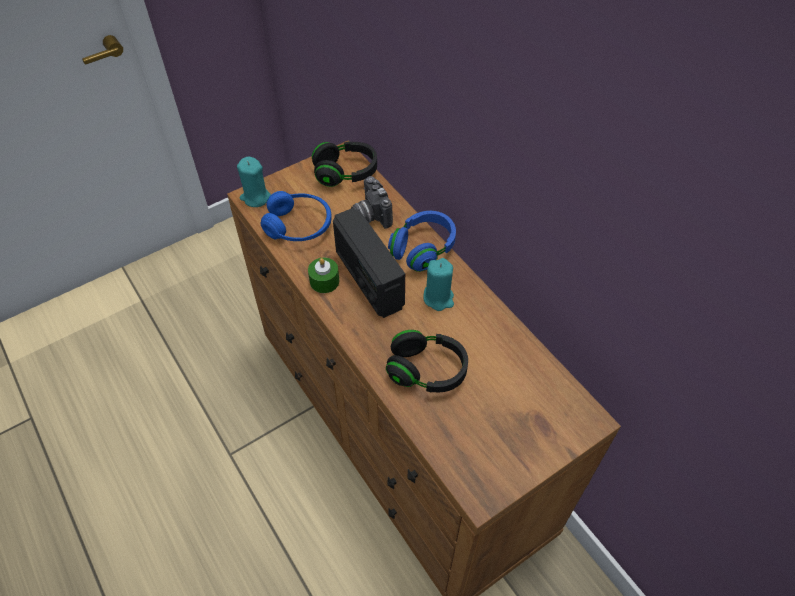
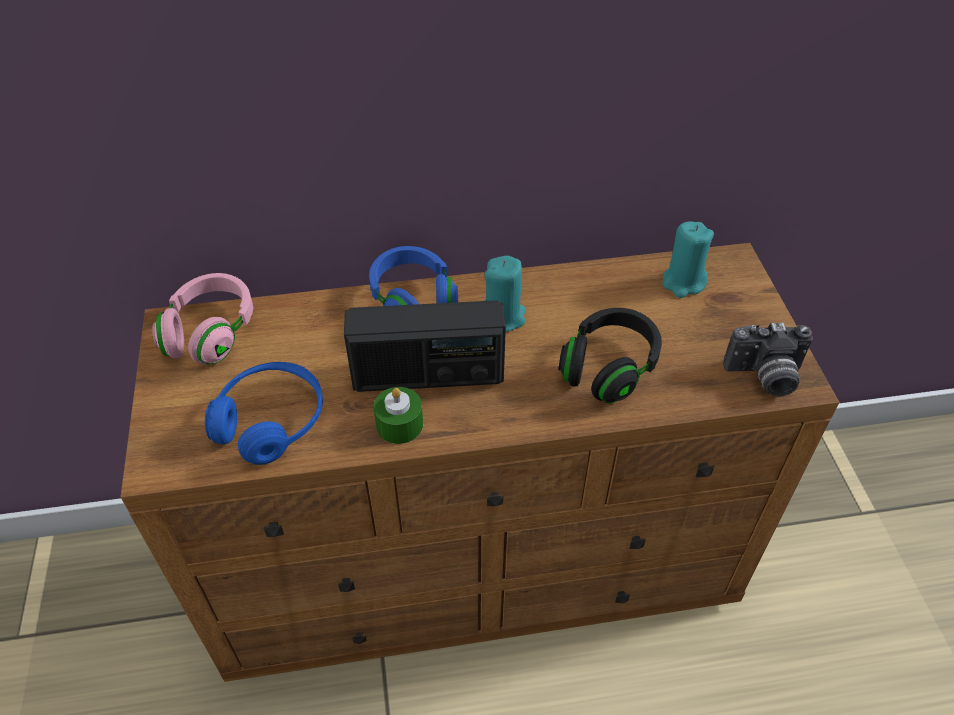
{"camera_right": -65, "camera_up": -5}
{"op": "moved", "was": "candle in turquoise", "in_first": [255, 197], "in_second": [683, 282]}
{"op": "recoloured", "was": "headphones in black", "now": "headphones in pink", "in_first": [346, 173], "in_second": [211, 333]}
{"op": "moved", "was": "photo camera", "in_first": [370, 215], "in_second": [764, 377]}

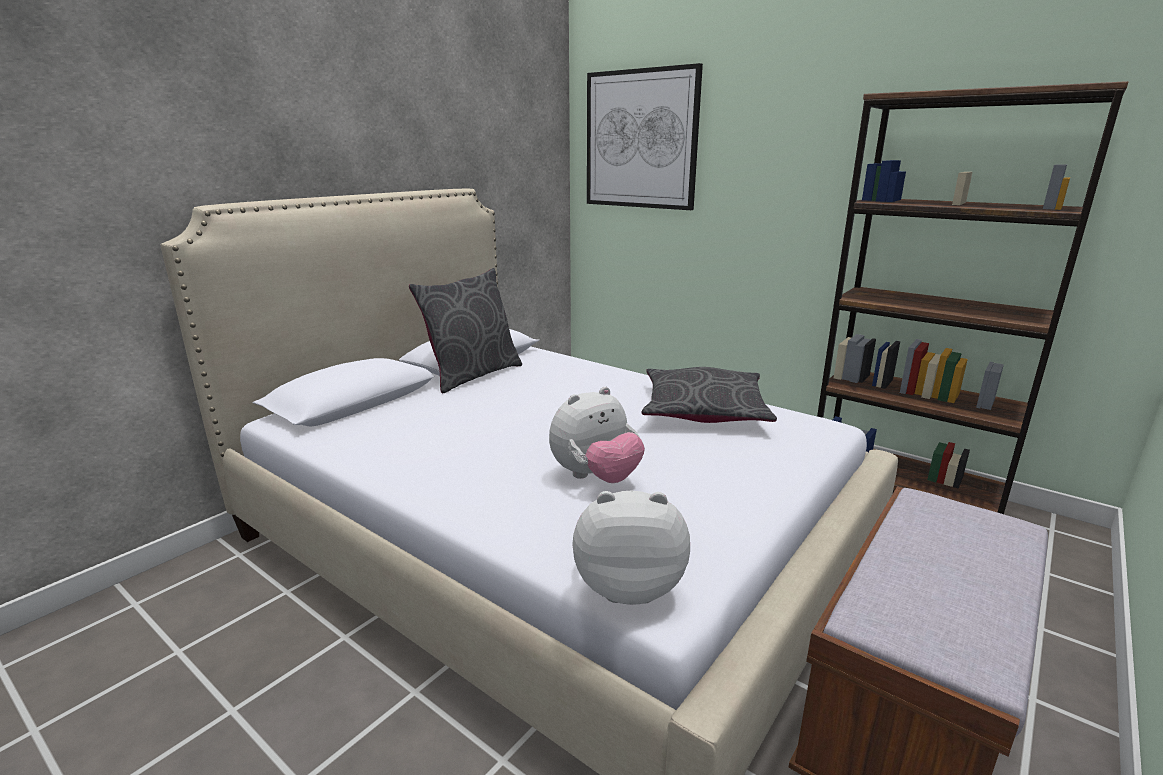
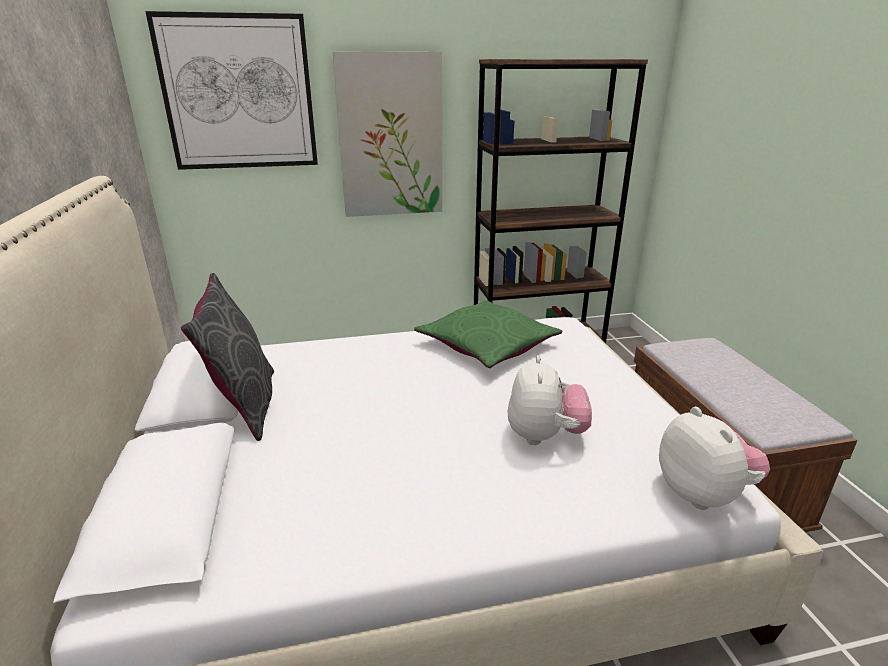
{"camera_right": -50, "camera_up": 5}
{"op": "turned", "was": "plush toy", "in_first": [628, 585], "in_second": [703, 494], "clockwise": 120}
{"op": "recoloured", "was": "pillow in grey", "now": "pillow in green", "in_first": [703, 410], "in_second": [487, 345]}
{"op": "added", "now": "picture", "in_second": [391, 137]}

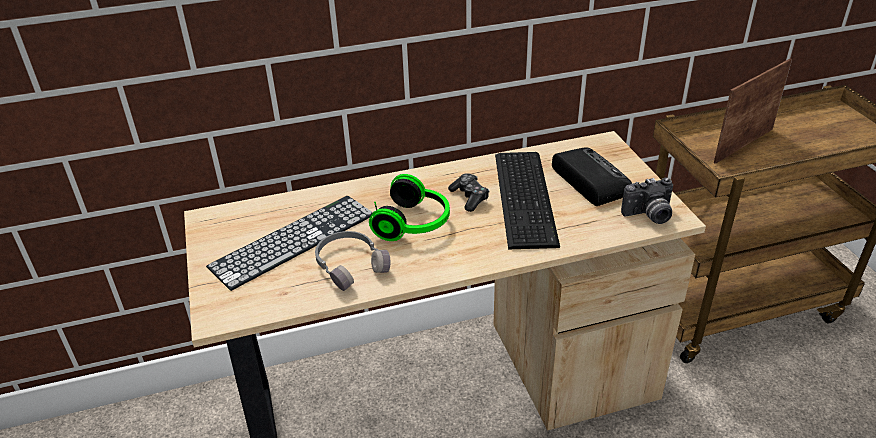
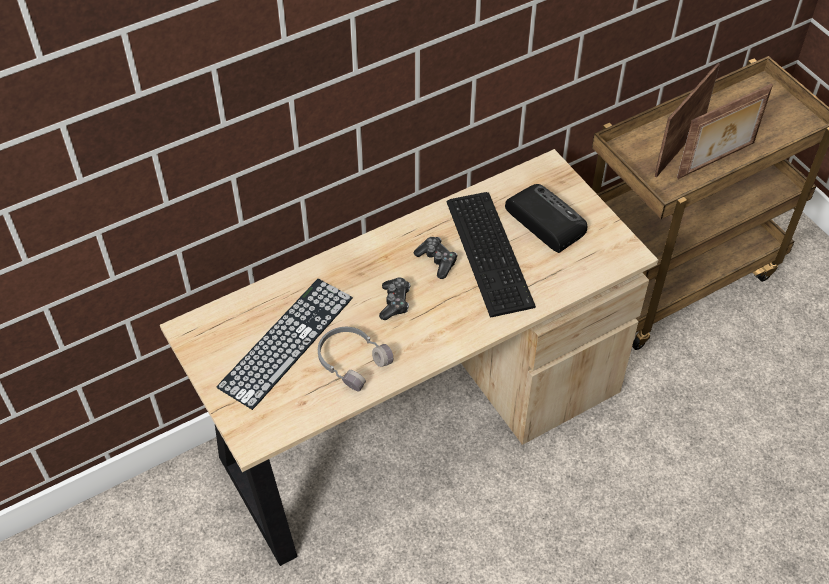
{"camera_right": -15, "camera_up": 15}
{"op": "replaced", "was": "headphones", "now": "game controller", "in_first": [414, 224], "in_second": [395, 302]}
{"op": "removed", "was": "photo camera", "in_first": [649, 216]}
{"op": "added", "now": "picture frame", "in_second": [717, 161]}

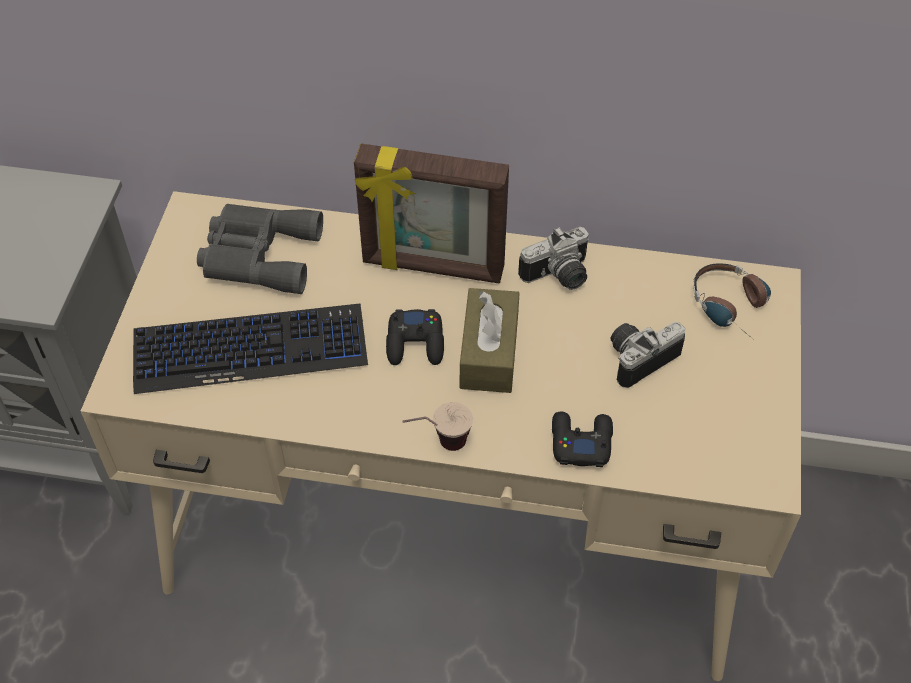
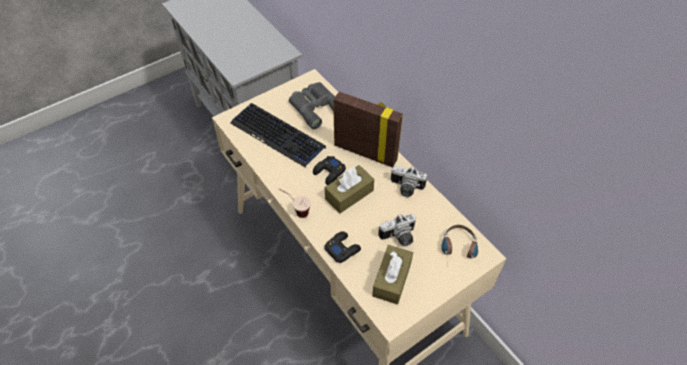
{"camera_right": 45, "camera_up": 0}
{"op": "turned", "was": "picture frame", "in_first": [432, 267], "in_second": [366, 152], "clockwise": 150}
{"op": "turned", "was": "photo camera", "in_first": [638, 356], "in_second": [399, 238], "clockwise": 150}
{"op": "added", "now": "tissue box in brown", "in_second": [392, 279]}

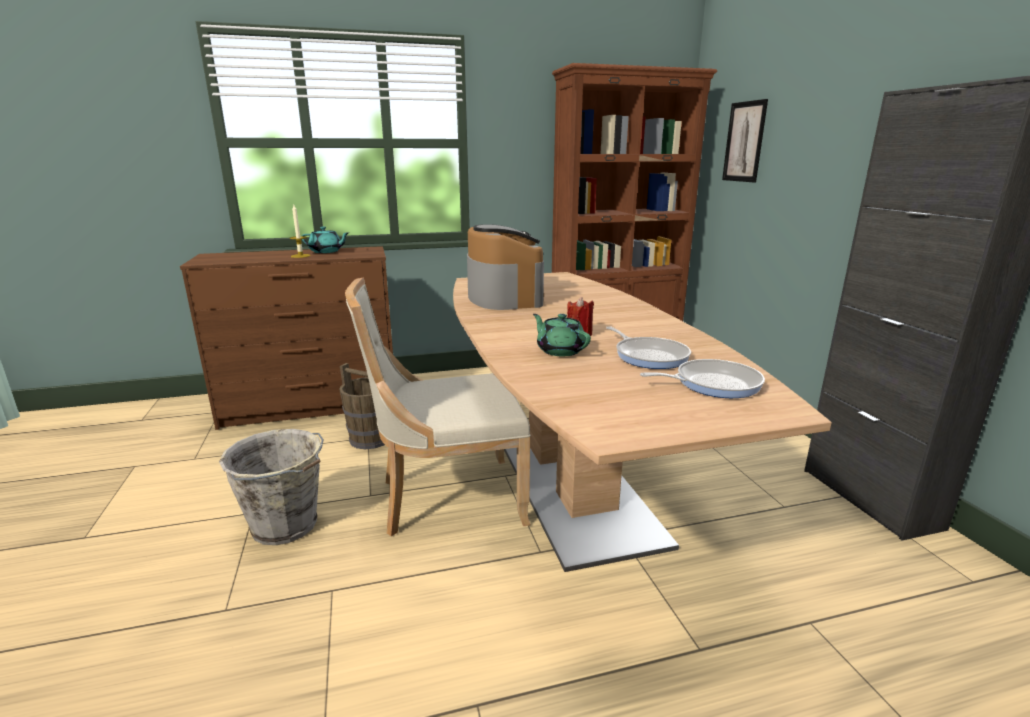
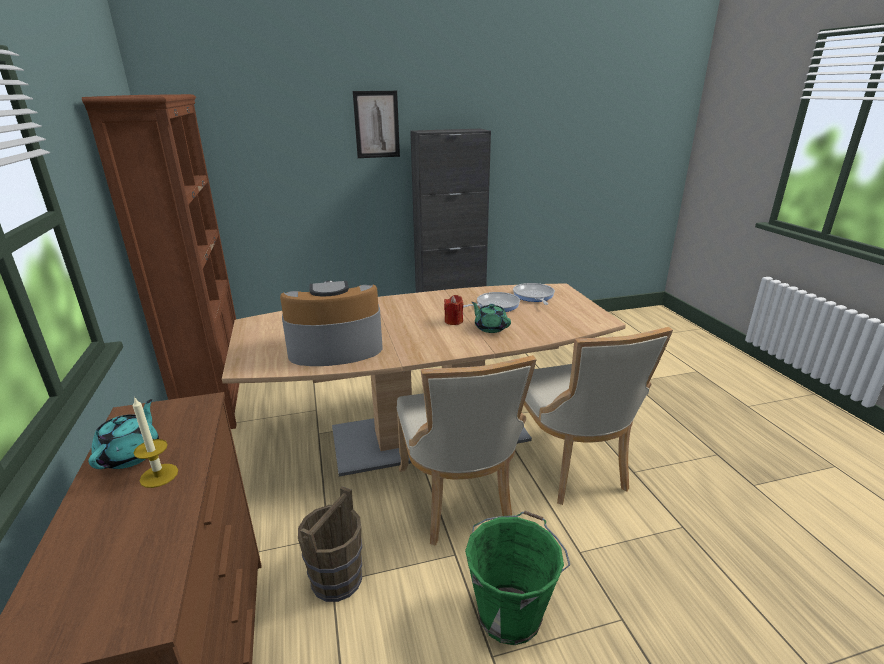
{"camera_right": -90, "camera_up": 5}
{"op": "recoloured", "was": "bucket in grey", "now": "bucket in green", "in_first": [286, 526], "in_second": [511, 612]}
{"op": "turned", "was": "teapot in green", "in_first": [560, 350], "in_second": [490, 328], "clockwise": 90}
{"op": "moved", "was": "picture", "in_first": [744, 142], "in_second": [376, 124]}
{"op": "added", "now": "chair in beige", "in_second": [571, 466]}

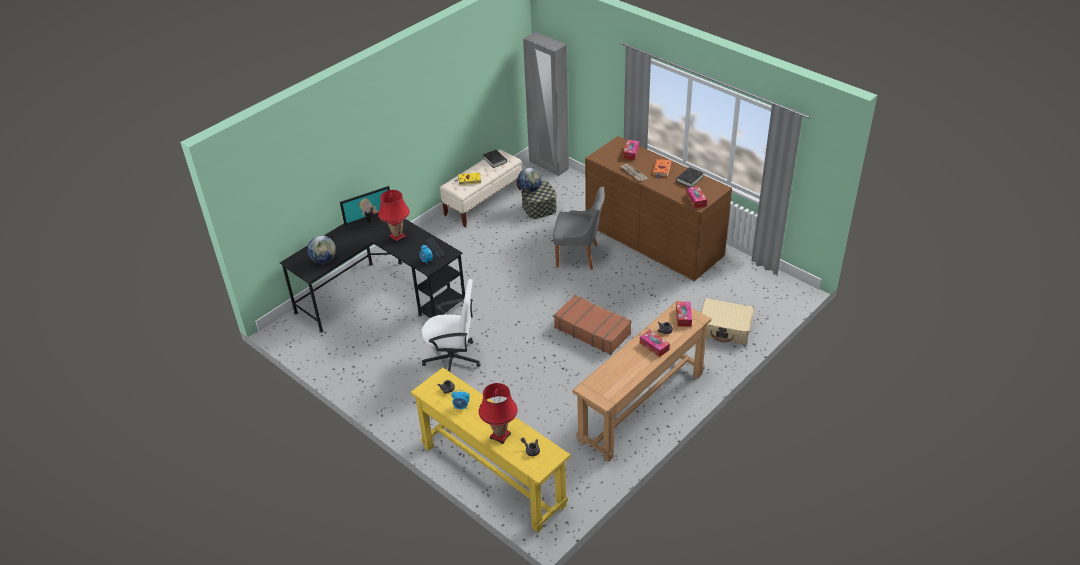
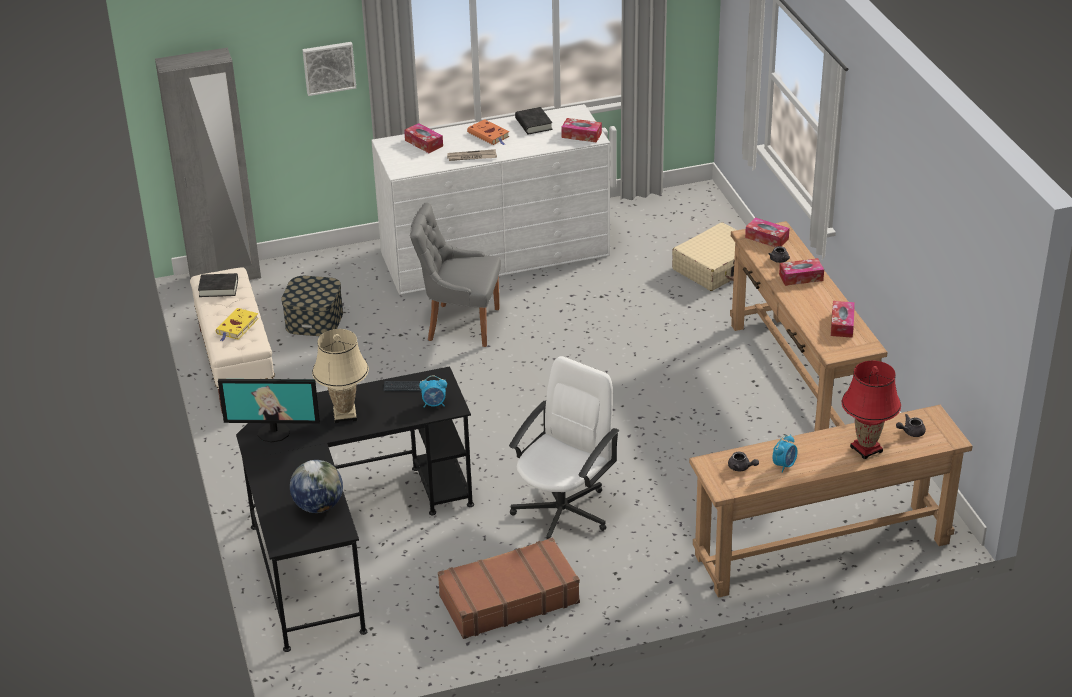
{"camera_right": -60, "camera_up": -5}
{"op": "turned", "was": "monitor", "in_first": [369, 222], "in_second": [274, 432], "clockwise": 90}
{"op": "recoloured", "was": "table lamp in red", "now": "table lamp in beige", "in_first": [397, 237], "in_second": [344, 415]}
{"op": "recoloured", "was": "console table in yellow", "now": "console table in brown", "in_first": [493, 475], "in_second": [822, 549]}
{"op": "removed", "was": "globe", "in_first": [530, 189]}
{"op": "turned", "was": "chair in grey", "in_first": [579, 256], "in_second": [460, 324], "clockwise": -120}
{"op": "moved", "was": "suitcase in brown", "in_first": [592, 330], "in_second": [508, 599]}
{"op": "recoloured", "was": "dresser in brown", "now": "dresser in white", "in_first": [653, 239], "in_second": [495, 254]}
{"op": "added", "now": "picture", "in_second": [329, 67]}
{"op": "added", "now": "tissue box", "in_second": [842, 324]}

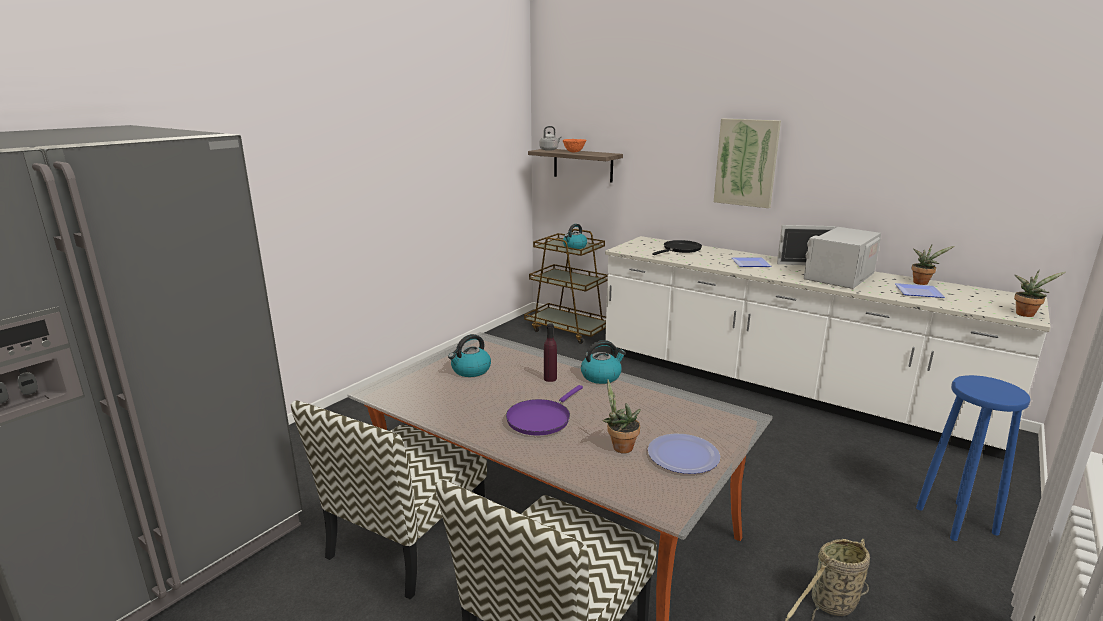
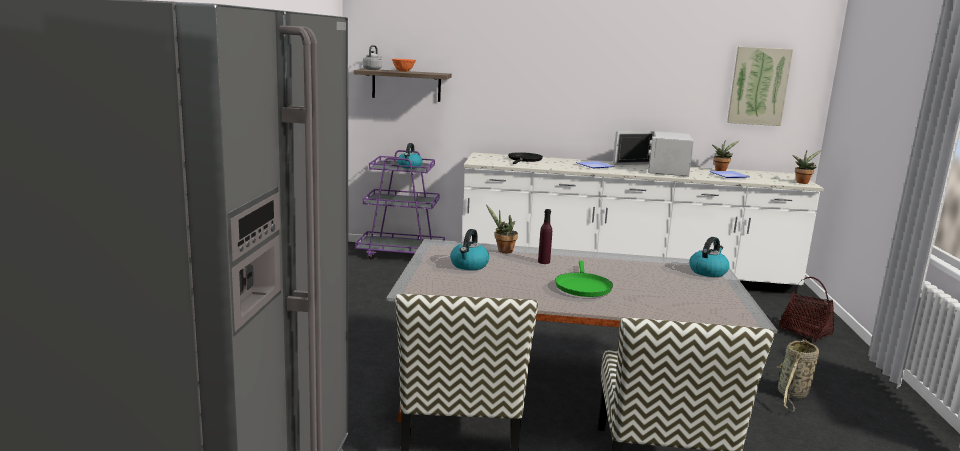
{"camera_right": -30, "camera_up": -5}
{"op": "recoloured", "was": "frying pan in purple", "now": "frying pan in green", "in_first": [541, 419], "in_second": [582, 287]}
{"op": "recoloured", "was": "cart in brown", "now": "cart in purple", "in_first": [568, 330], "in_second": [401, 254]}
{"op": "moved", "was": "kettle", "in_first": [601, 376], "in_second": [708, 272]}
{"op": "moved", "was": "potted plant", "in_first": [620, 446], "in_second": [502, 251]}
{"op": "removed", "was": "plate", "in_first": [683, 455]}
{"op": "moved", "was": "picture", "in_first": [746, 162], "in_second": [758, 86]}
{"op": "replaced", "was": "stool in blue", "now": "basket", "in_first": [955, 520], "in_second": [805, 332]}

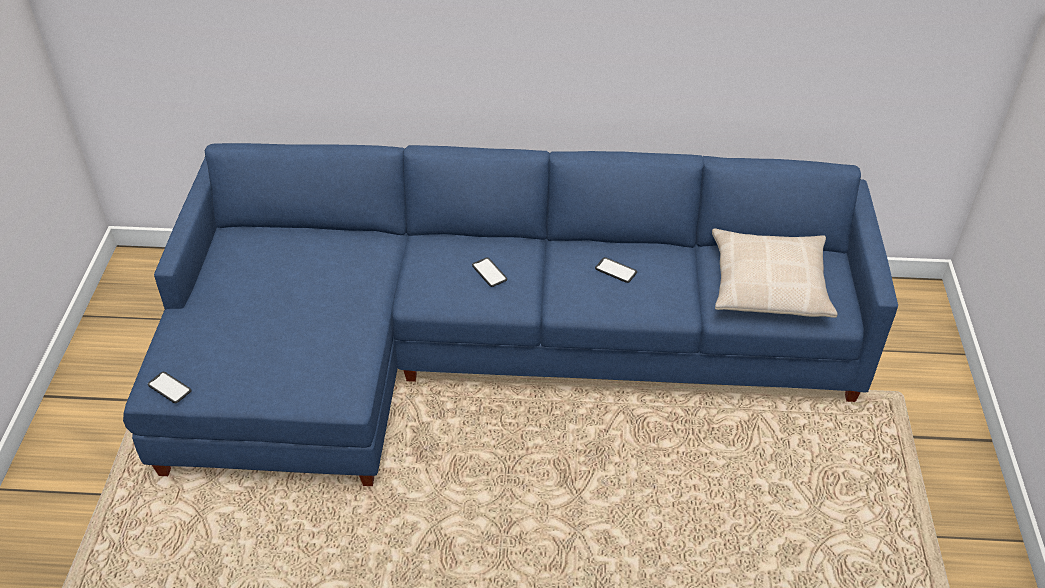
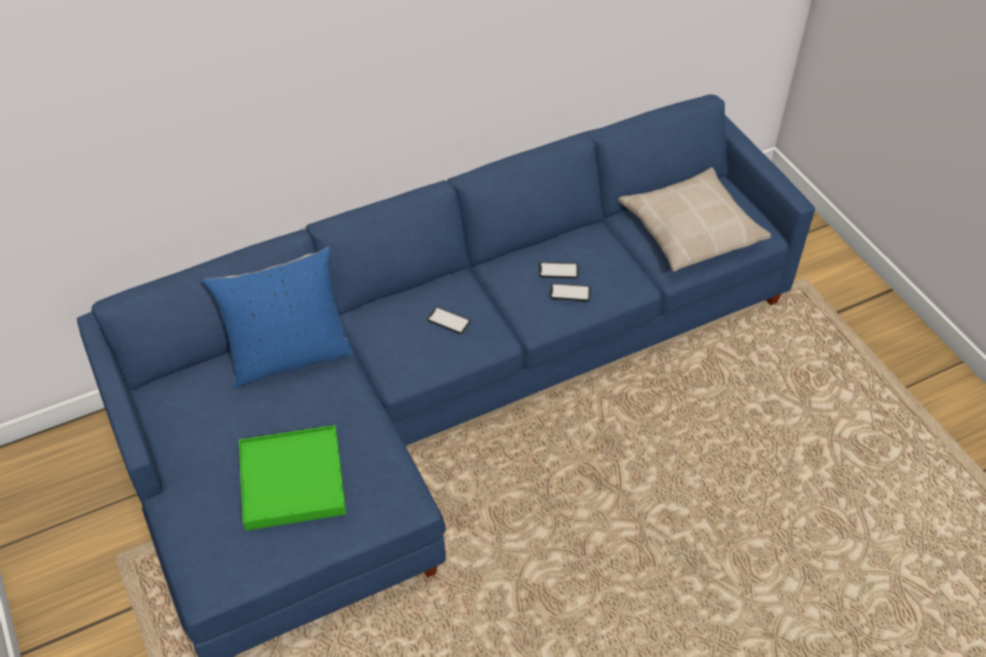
{"camera_right": -30, "camera_up": 5}
{"op": "moved", "was": "phone", "in_first": [169, 388], "in_second": [570, 293]}
{"op": "added", "now": "pillow in blue", "in_second": [289, 356]}
{"op": "added", "now": "tray in green", "in_second": [292, 480]}

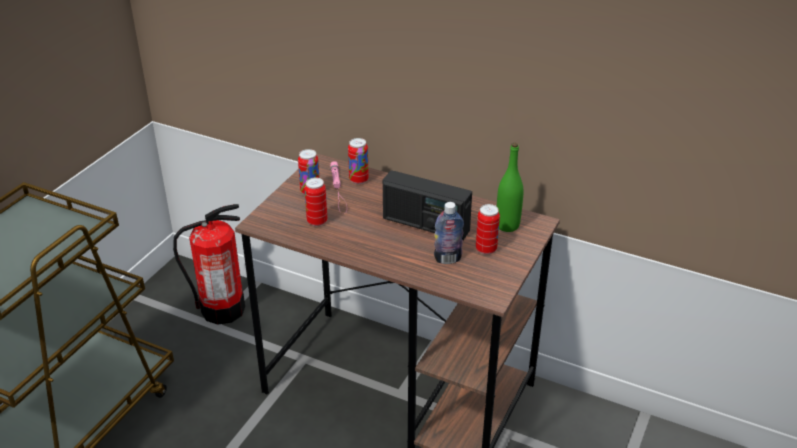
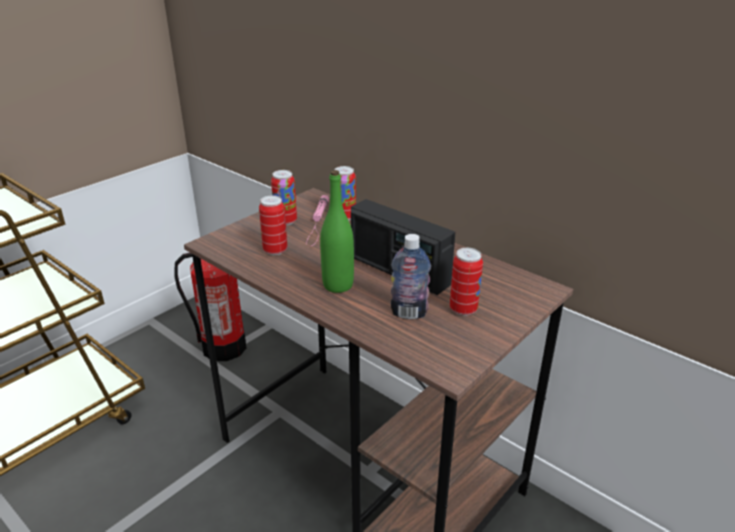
{"camera_right": 15, "camera_up": -5}
{"op": "moved", "was": "bottle in green", "in_first": [507, 225], "in_second": [338, 285]}

